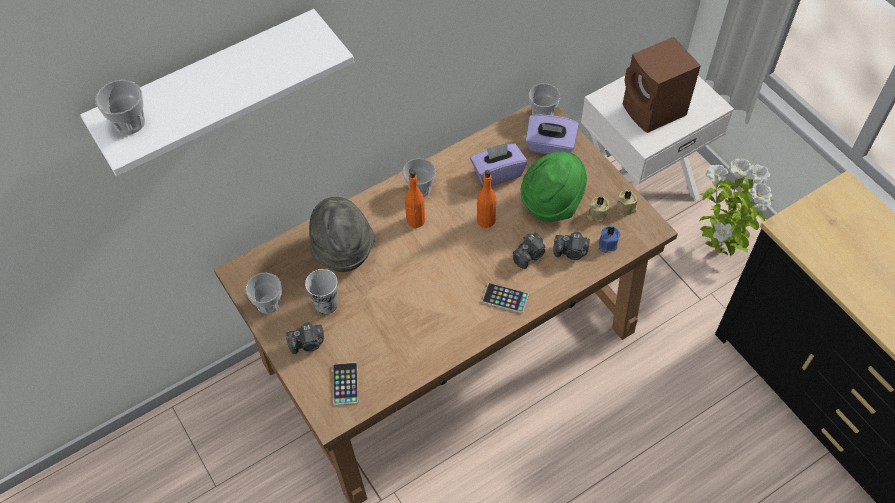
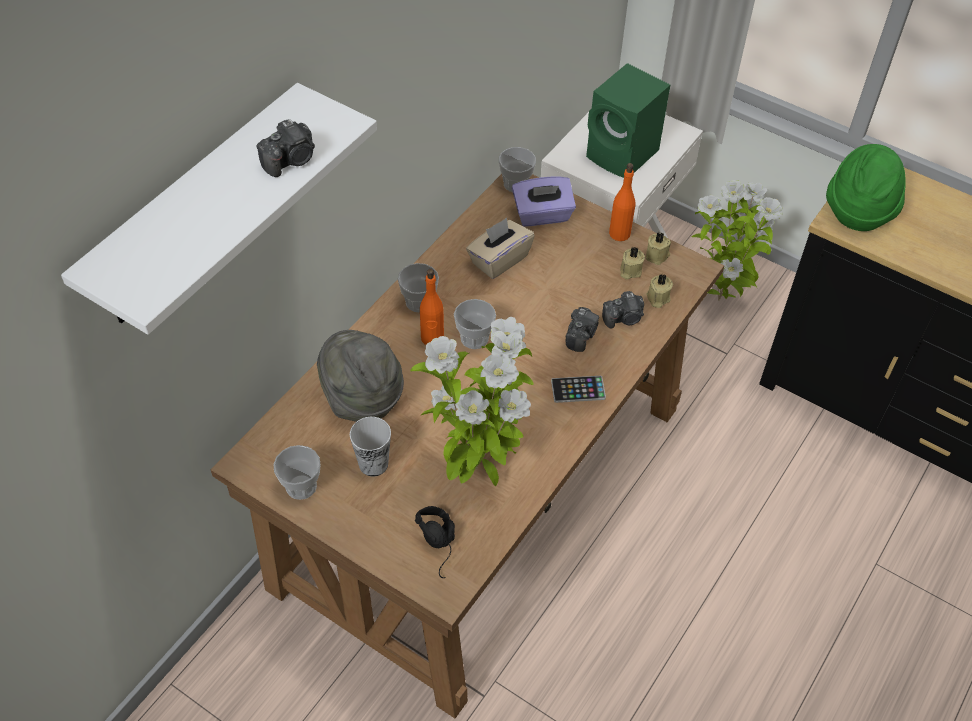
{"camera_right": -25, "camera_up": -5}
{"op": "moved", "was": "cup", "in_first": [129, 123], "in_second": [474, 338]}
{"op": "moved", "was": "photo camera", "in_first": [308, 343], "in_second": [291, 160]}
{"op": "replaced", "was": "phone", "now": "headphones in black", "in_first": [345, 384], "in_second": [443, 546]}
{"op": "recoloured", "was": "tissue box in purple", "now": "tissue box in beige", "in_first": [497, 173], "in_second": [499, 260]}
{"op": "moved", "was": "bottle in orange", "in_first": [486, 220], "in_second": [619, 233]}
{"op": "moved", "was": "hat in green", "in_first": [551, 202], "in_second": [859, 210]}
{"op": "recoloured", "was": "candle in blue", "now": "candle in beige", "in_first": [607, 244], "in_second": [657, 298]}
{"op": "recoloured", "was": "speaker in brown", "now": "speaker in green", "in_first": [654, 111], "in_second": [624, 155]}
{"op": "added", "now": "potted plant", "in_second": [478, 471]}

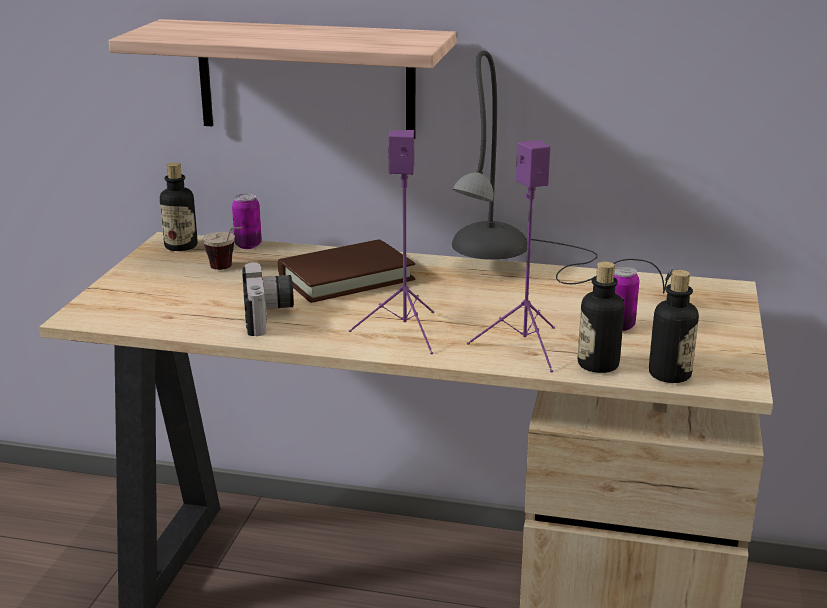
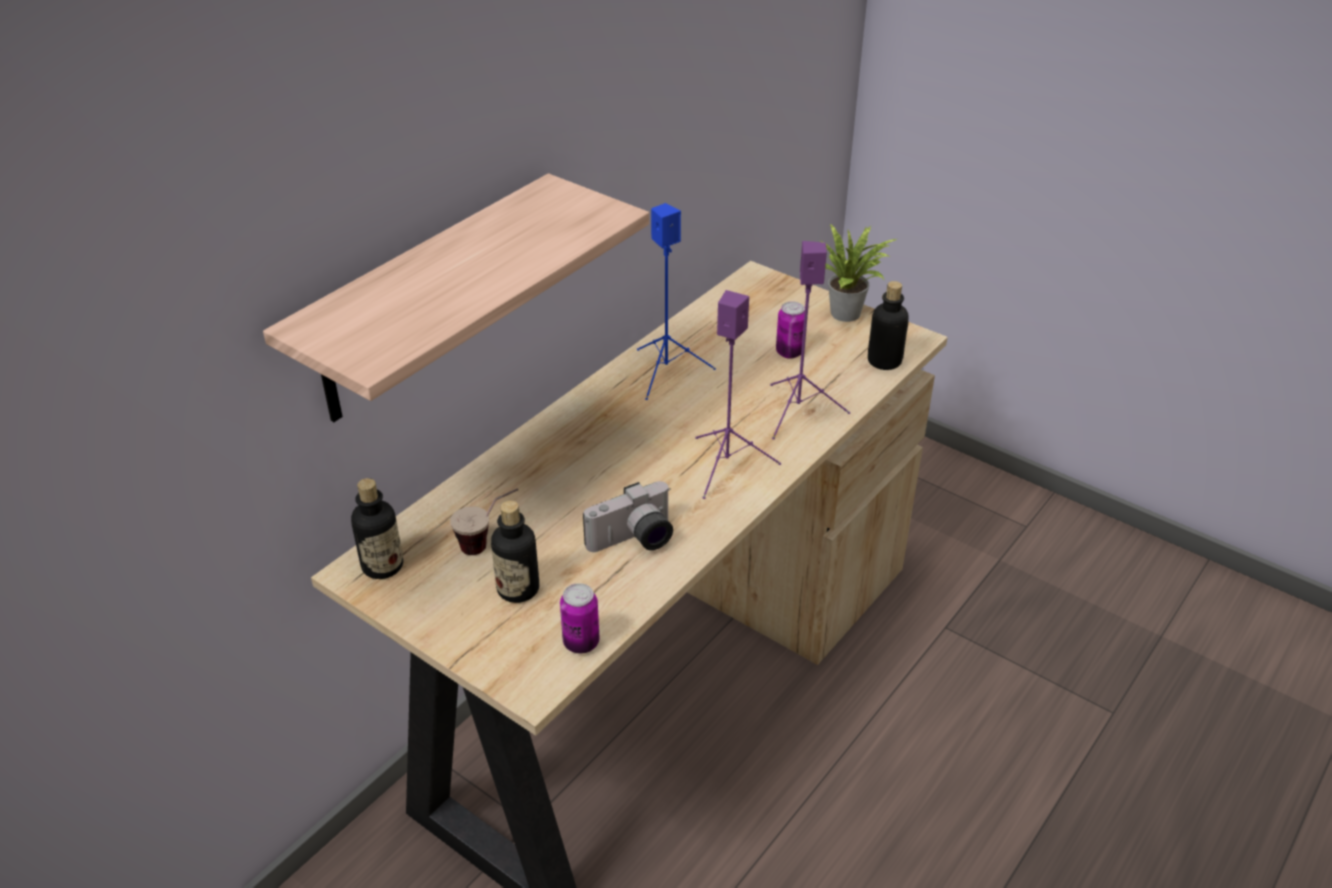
{"camera_right": -65, "camera_up": 15}
{"op": "moved", "was": "can", "in_first": [248, 245], "in_second": [581, 643]}
{"op": "turned", "was": "photo camera", "in_first": [269, 316], "in_second": [634, 541], "clockwise": 135}
{"op": "removed", "was": "book in brown", "in_first": [346, 277]}
{"op": "replaced", "was": "table lamp in grey", "now": "speaker in blue", "in_first": [517, 283], "in_second": [667, 371]}
{"op": "moved", "was": "bottle", "in_first": [598, 364], "in_second": [518, 589]}
{"op": "added", "now": "potted plant", "in_second": [849, 313]}

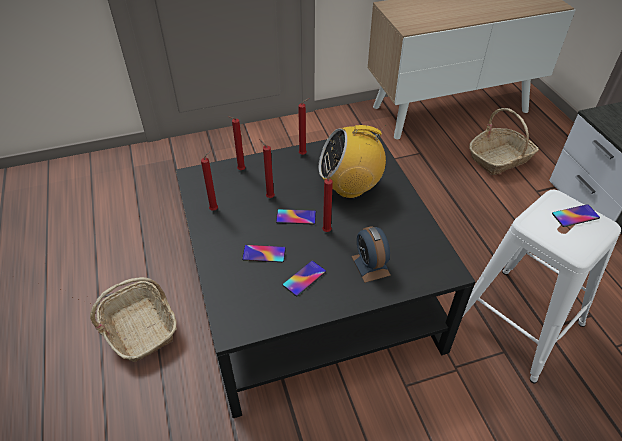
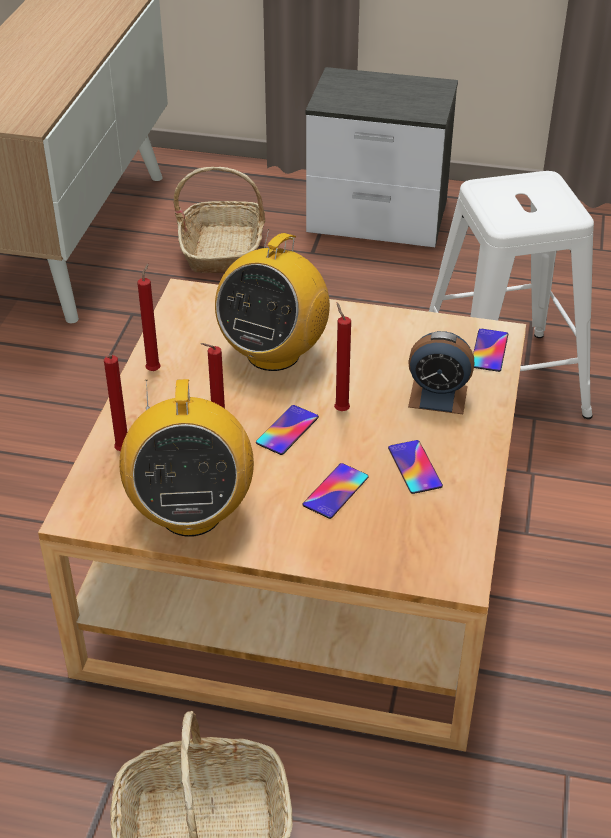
{"camera_right": -60, "camera_up": -5}
{"op": "recoloured", "was": "coffee table in black", "now": "coffee table in beige", "in_first": [311, 294], "in_second": [305, 563]}
{"op": "replaced", "was": "candle in red", "now": "radio", "in_first": [215, 209], "in_second": [191, 513]}
{"op": "moved", "was": "phone", "in_first": [575, 216], "in_second": [489, 350]}

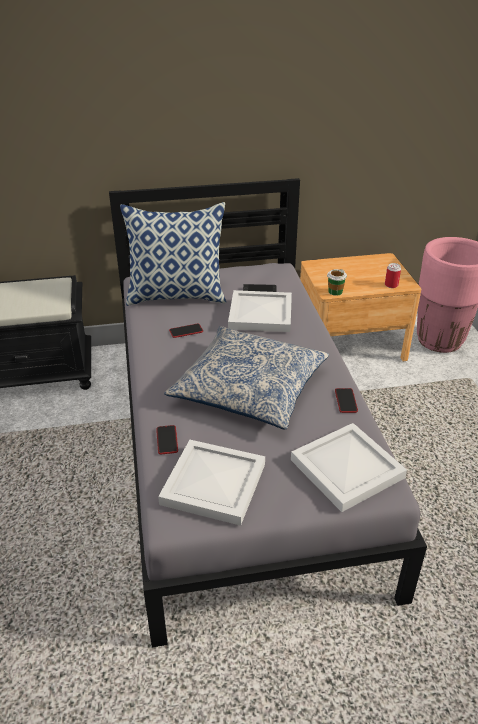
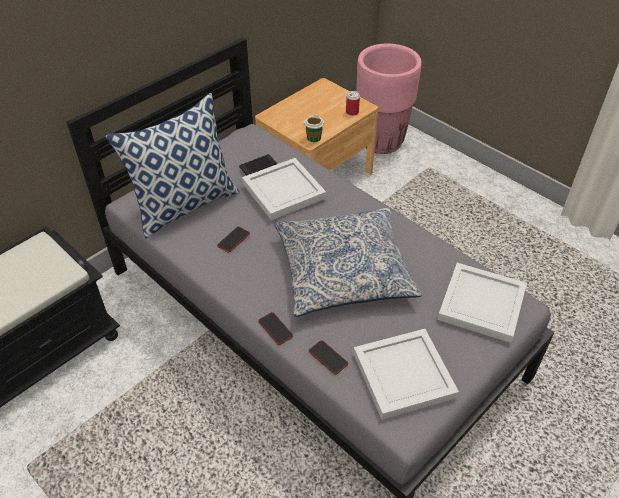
{"camera_right": -35, "camera_up": 10}
{"op": "moved", "was": "phone", "in_first": [346, 401], "in_second": [275, 329]}

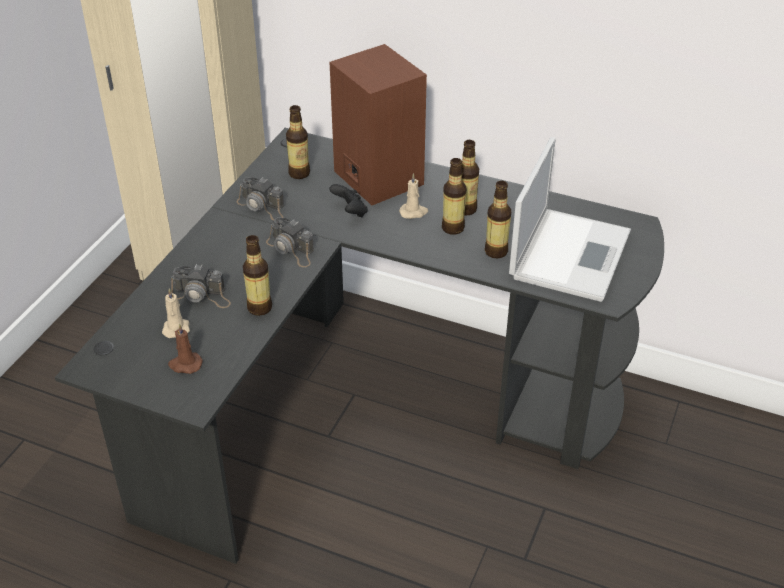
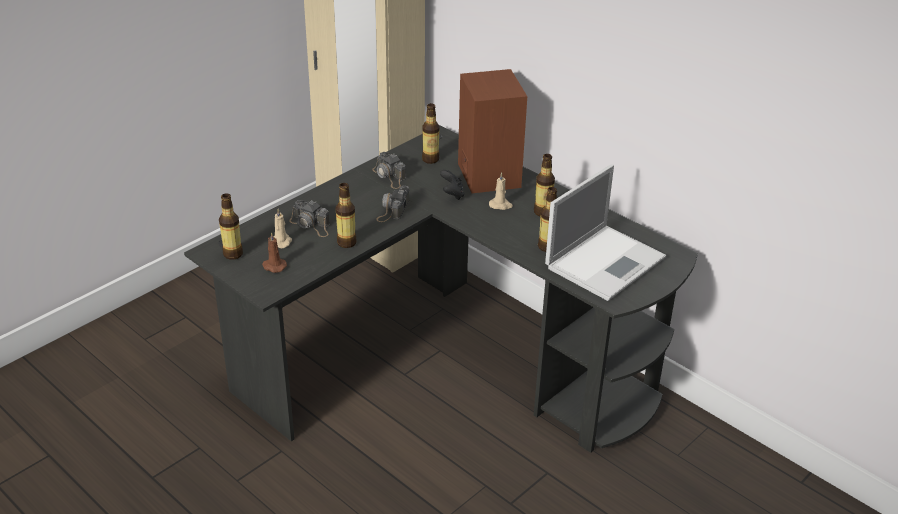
{"camera_right": 20, "camera_up": -5}
{"op": "turned", "was": "photo camera", "in_first": [291, 249], "in_second": [393, 210], "clockwise": 45}
{"op": "moved", "was": "bottle", "in_first": [452, 228], "in_second": [233, 254]}

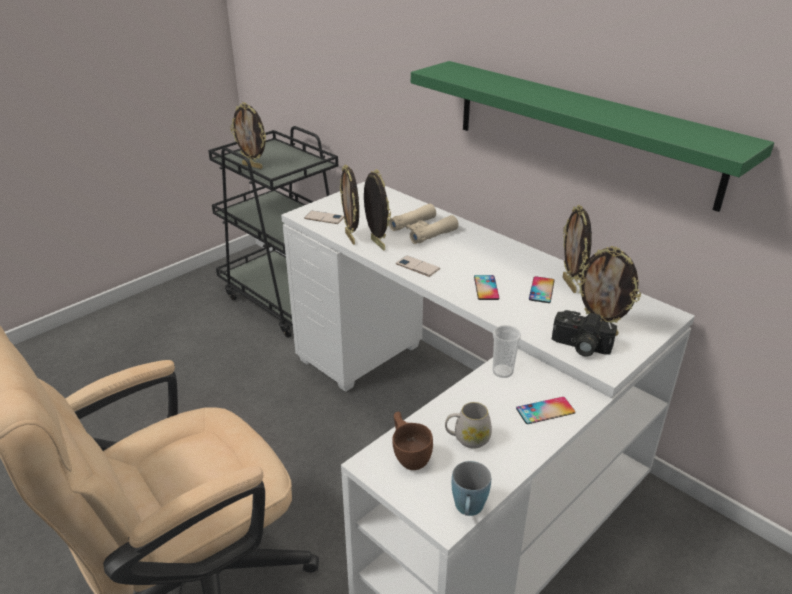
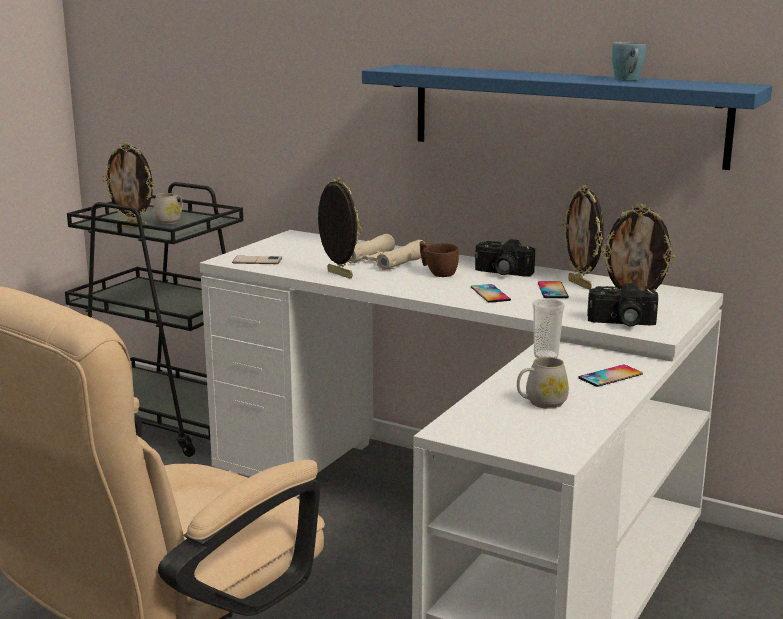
{"camera_right": -15, "camera_up": -15}
{"op": "removed", "was": "picture frame", "in_first": [351, 238]}
{"op": "moved", "was": "cup in brown", "in_first": [409, 453], "in_second": [437, 272]}
{"op": "removed", "was": "phone", "in_first": [417, 266]}
{"op": "recoloured", "was": "shelf in green", "now": "shelf in blue", "in_first": [581, 131], "in_second": [565, 114]}
{"op": "moved", "was": "mug in blue", "in_first": [468, 510], "in_second": [628, 80]}
{"op": "added", "now": "mug in white", "in_second": [170, 221]}
{"op": "added", "now": "photo camera", "in_second": [502, 273]}

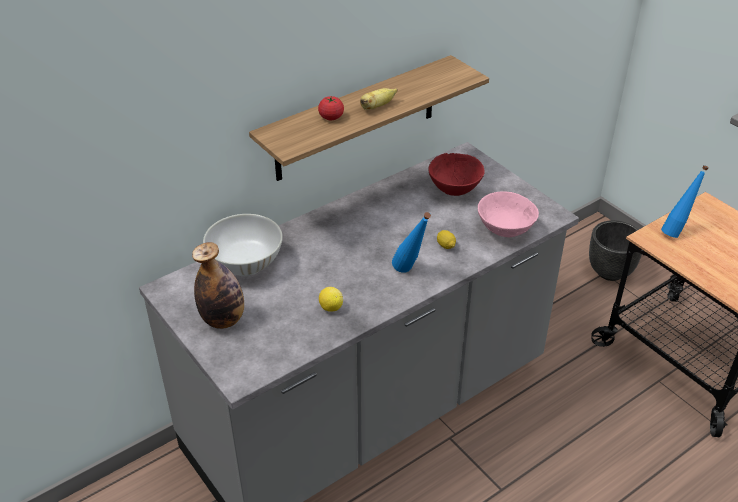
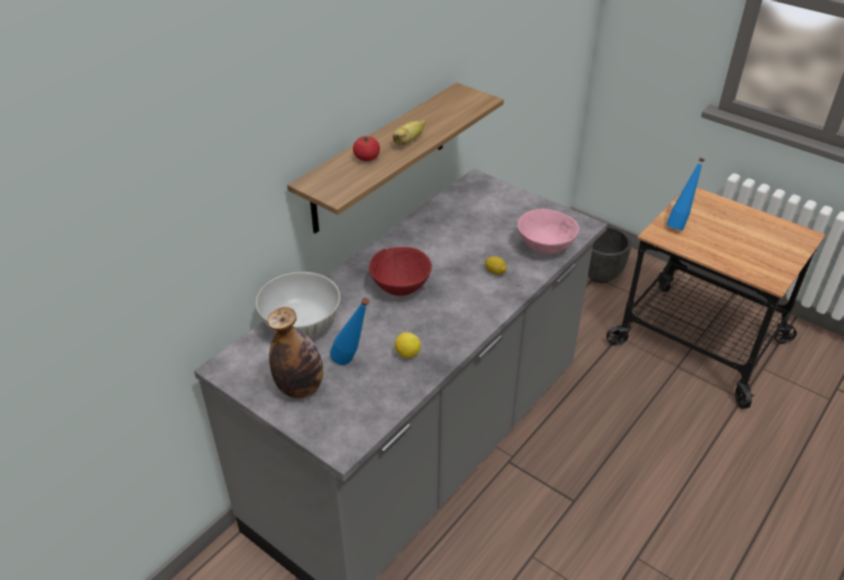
{"camera_right": -15, "camera_up": 0}
{"op": "moved", "was": "bottle in blue", "in_first": [410, 273], "in_second": [352, 363]}
{"op": "moved", "was": "bowl in red", "in_first": [455, 189], "in_second": [401, 287]}

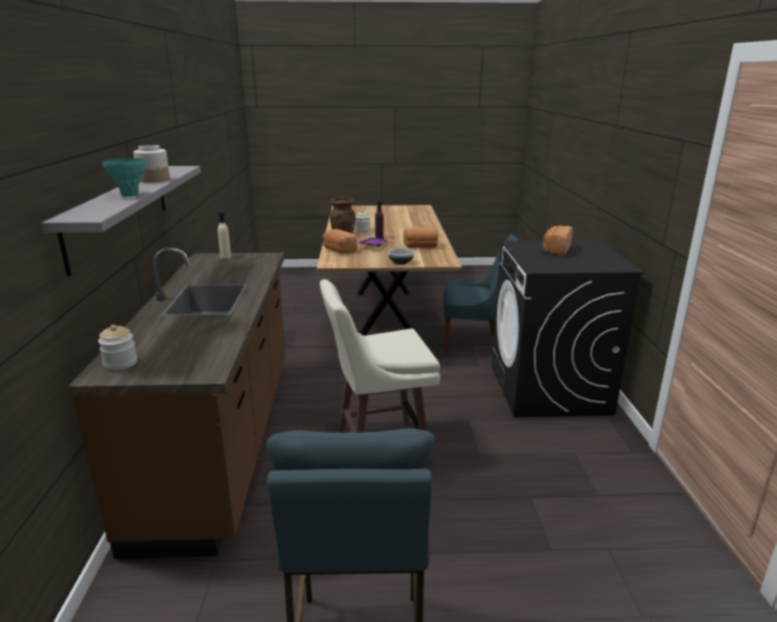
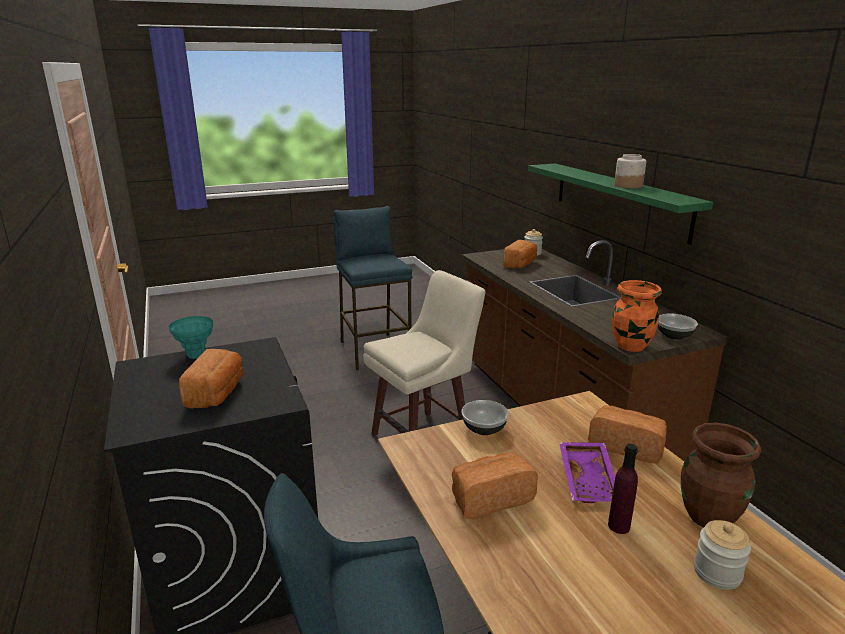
{"camera_right": 160, "camera_up": 0}
{"op": "recoloured", "was": "shelf in grey", "now": "shelf in green", "in_first": [120, 212], "in_second": [618, 199]}
{"op": "moved", "was": "vase in turquoise", "in_first": [130, 195], "in_second": [196, 355]}
{"op": "replaced", "was": "bottle in beige", "now": "bowl", "in_first": [226, 257], "in_second": [674, 335]}
{"op": "added", "now": "bread", "in_second": [520, 264]}
{"op": "added", "now": "vase in orange", "in_second": [631, 346]}

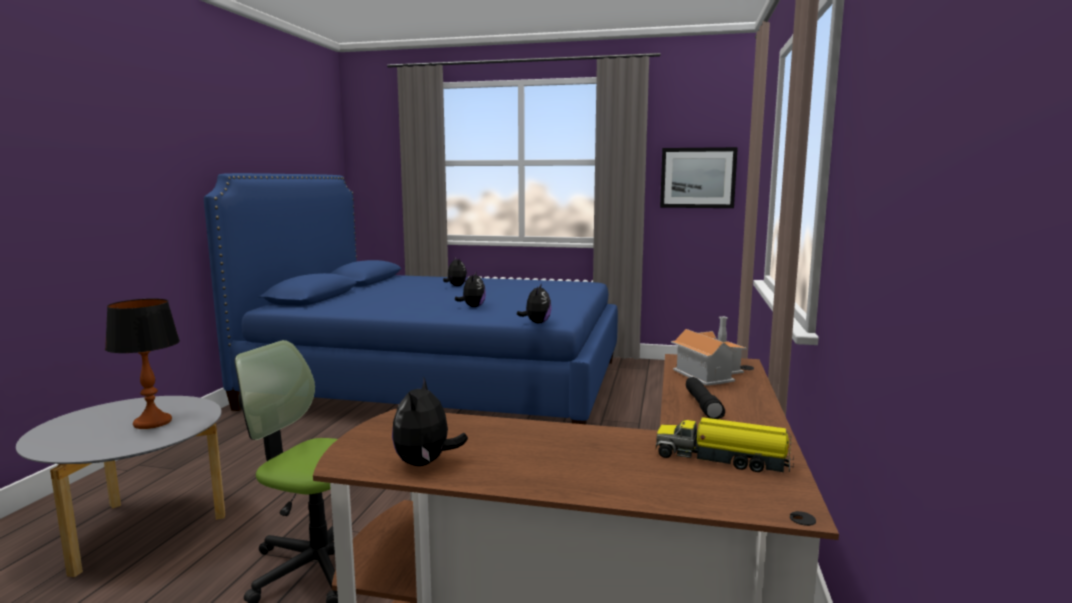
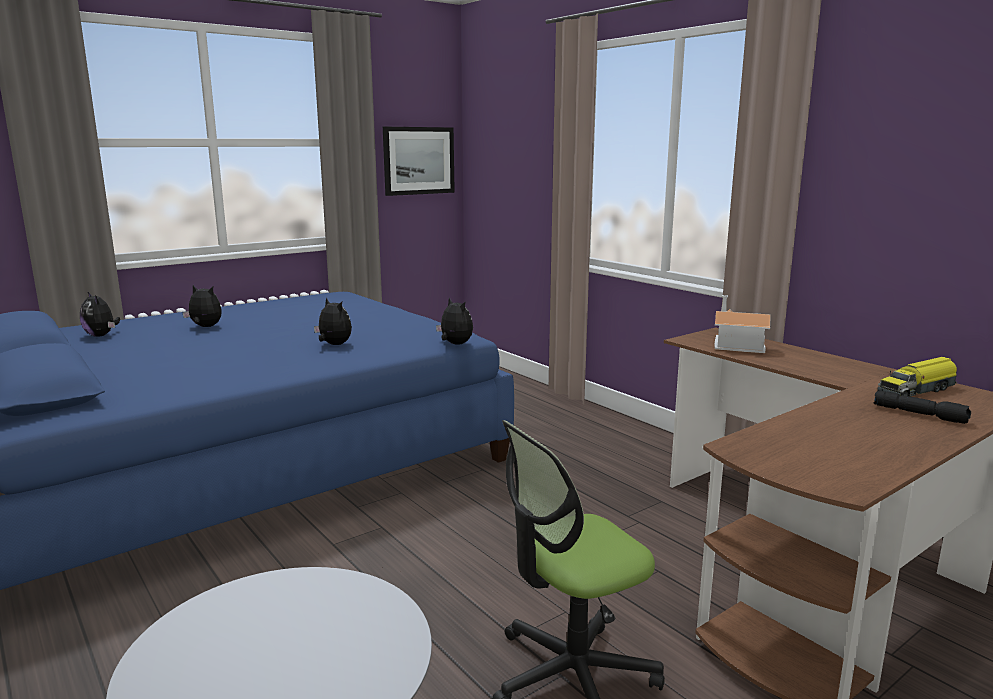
{"camera_right": -50, "camera_up": 5}
{"op": "removed", "was": "table lamp", "in_first": [153, 422]}
{"op": "moved", "was": "plush toy", "in_first": [425, 463], "in_second": [101, 335]}
{"op": "moved", "was": "flashlight in black", "in_first": [703, 405], "in_second": [920, 414]}

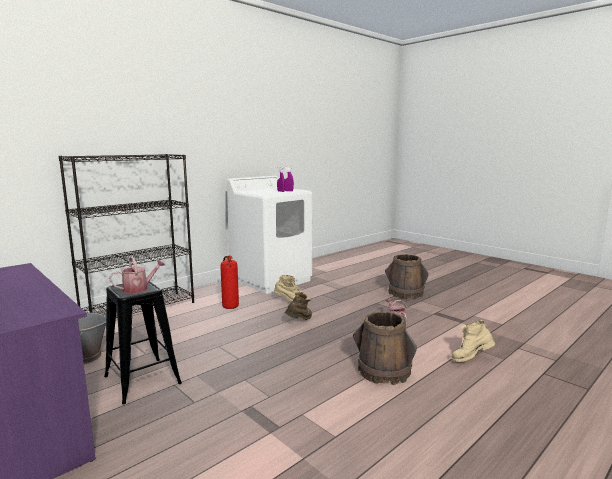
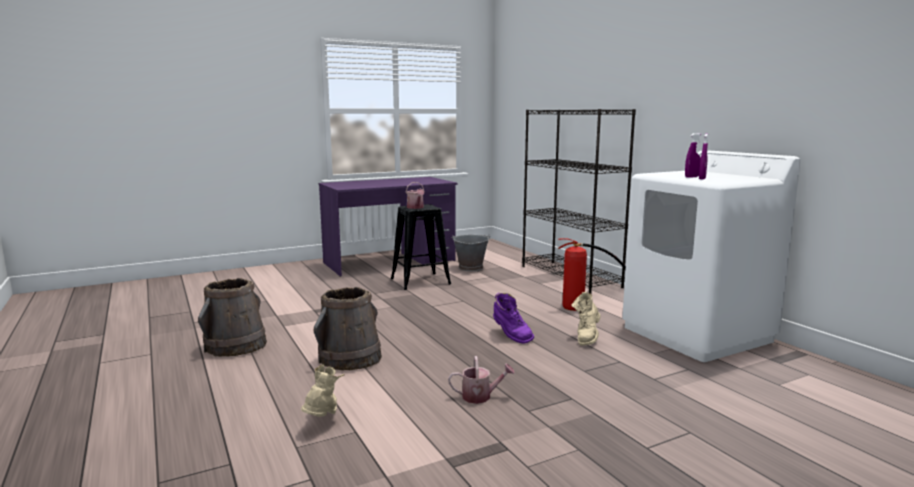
{"camera_right": 105, "camera_up": 0}
{"op": "recoloured", "was": "boot in brown", "now": "boot in purple", "in_first": [299, 321], "in_second": [511, 336]}
{"op": "moved", "was": "bucket in brown", "in_first": [405, 293], "in_second": [235, 346]}

